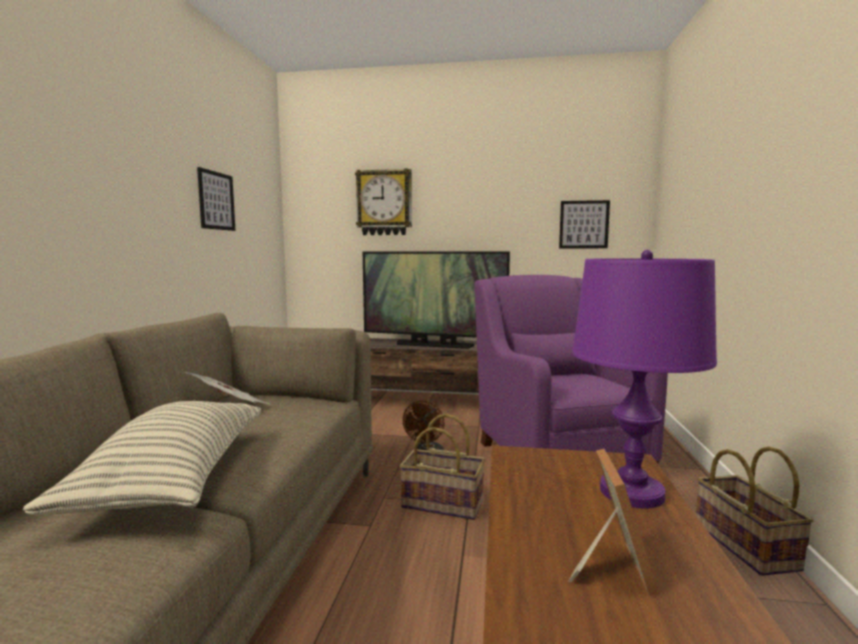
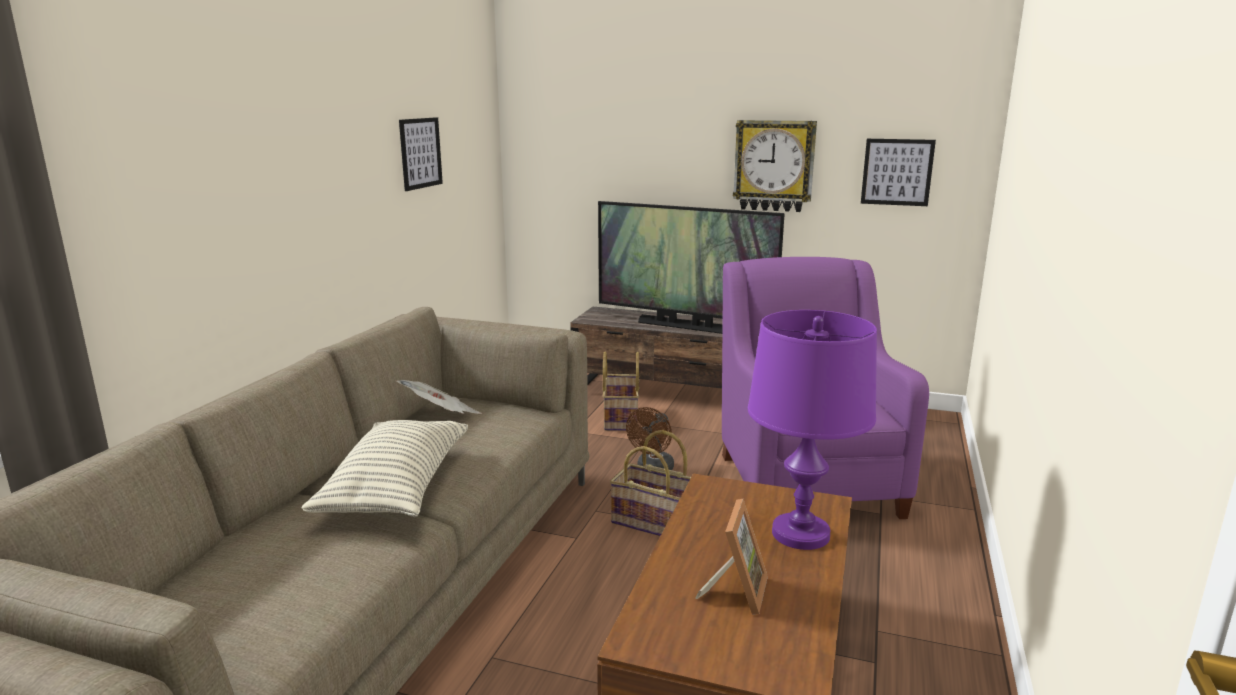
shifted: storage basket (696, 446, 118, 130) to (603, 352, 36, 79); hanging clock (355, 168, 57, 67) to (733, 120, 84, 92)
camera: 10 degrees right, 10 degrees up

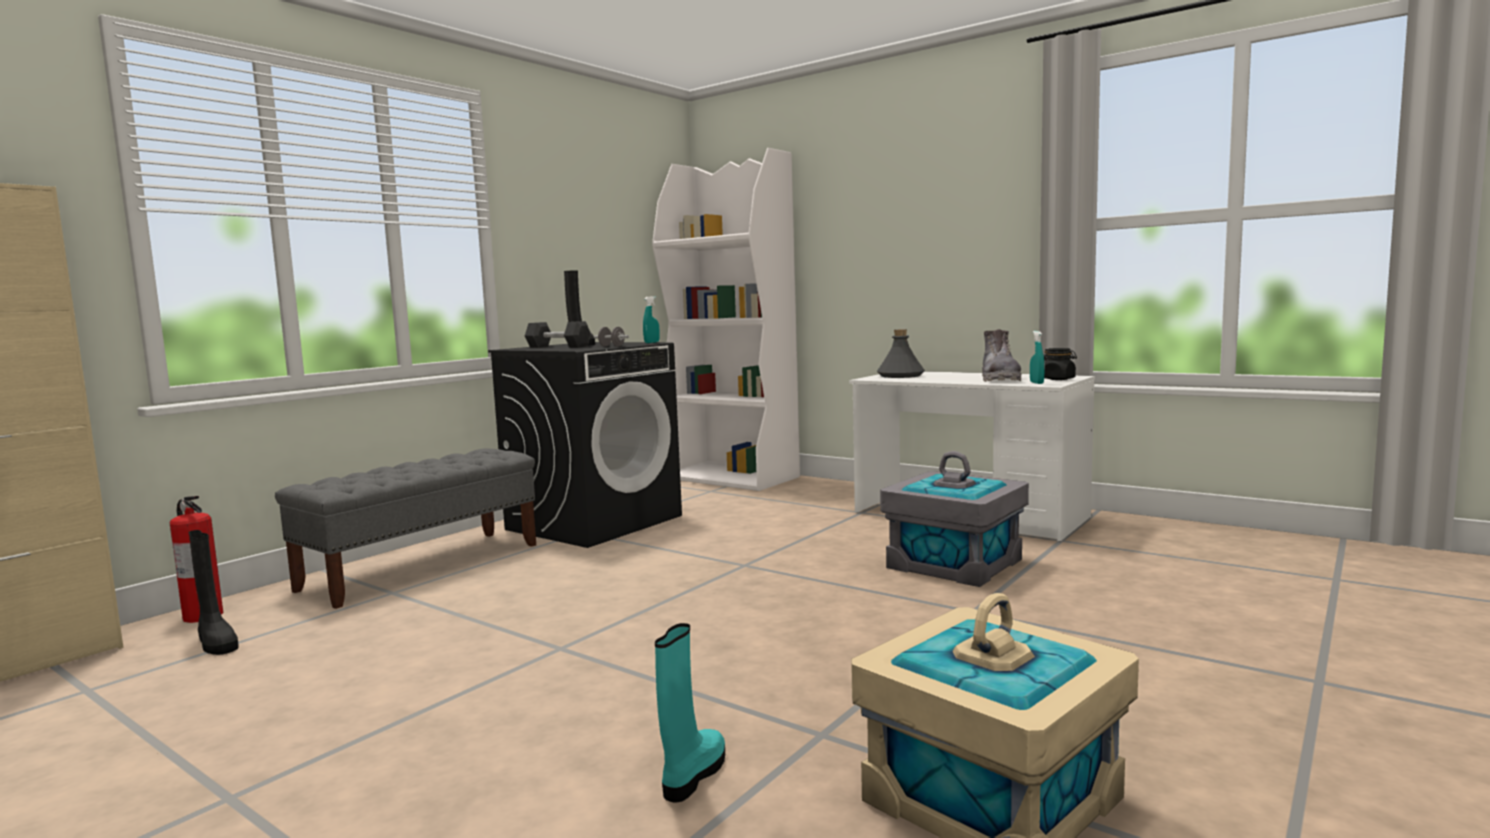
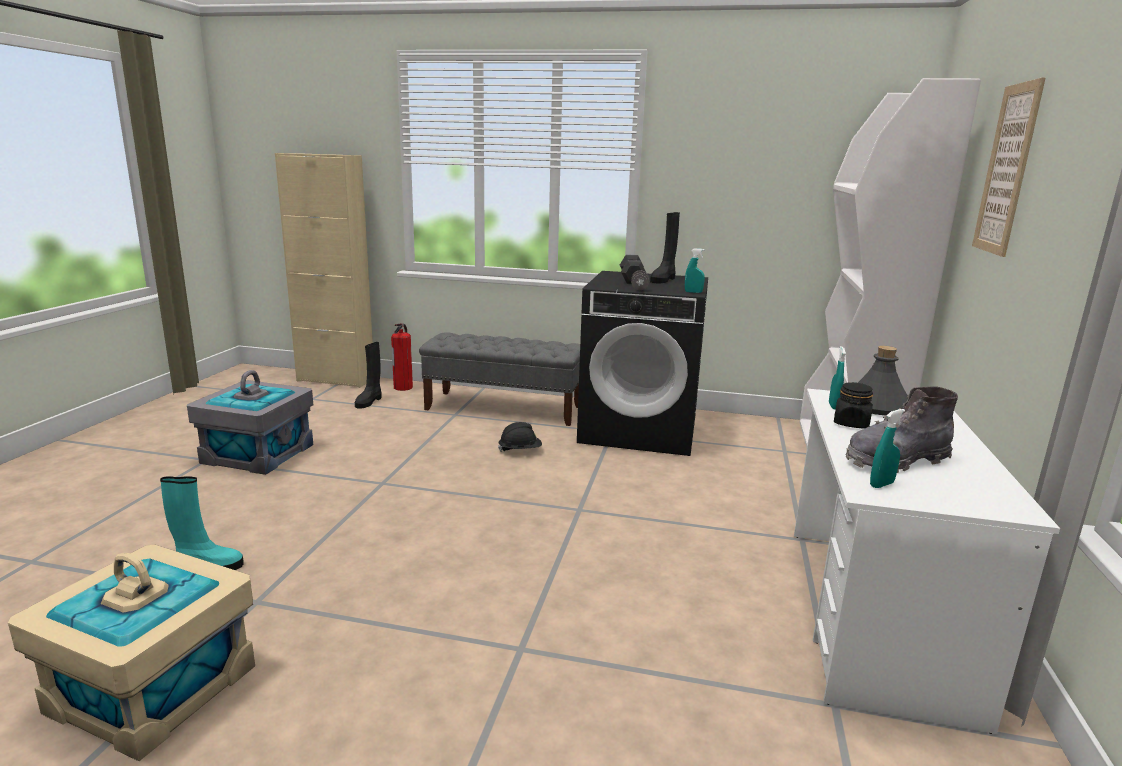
new: black safety helmet (498, 422, 44, 30); turquoise-coloured spray bottle (829, 346, 17, 63); wall art (972, 77, 73, 180)
shifted: grey storage container (880, 451, 149, 136) to (187, 370, 126, 105); black jar (1044, 348, 33, 32) to (834, 382, 39, 47)
camera: 65 degrees right, 10 degrees up

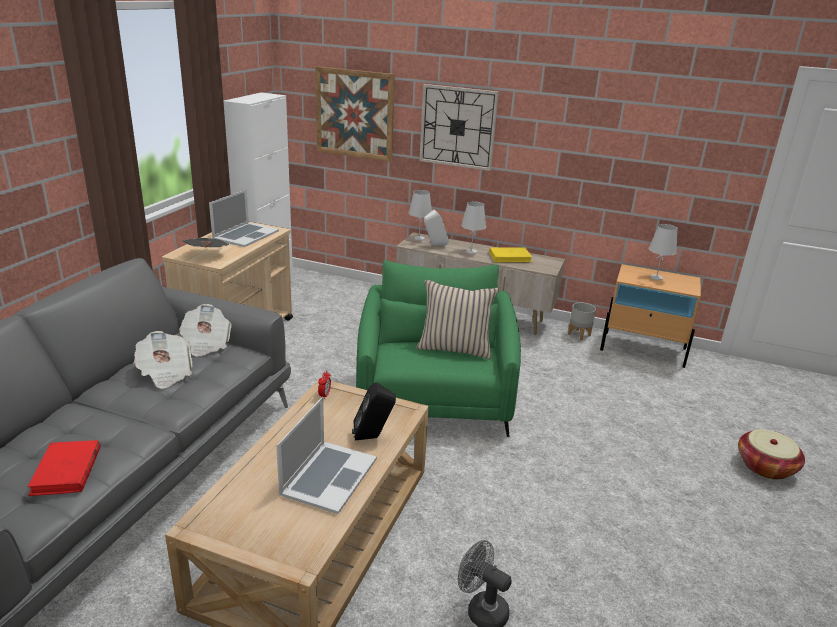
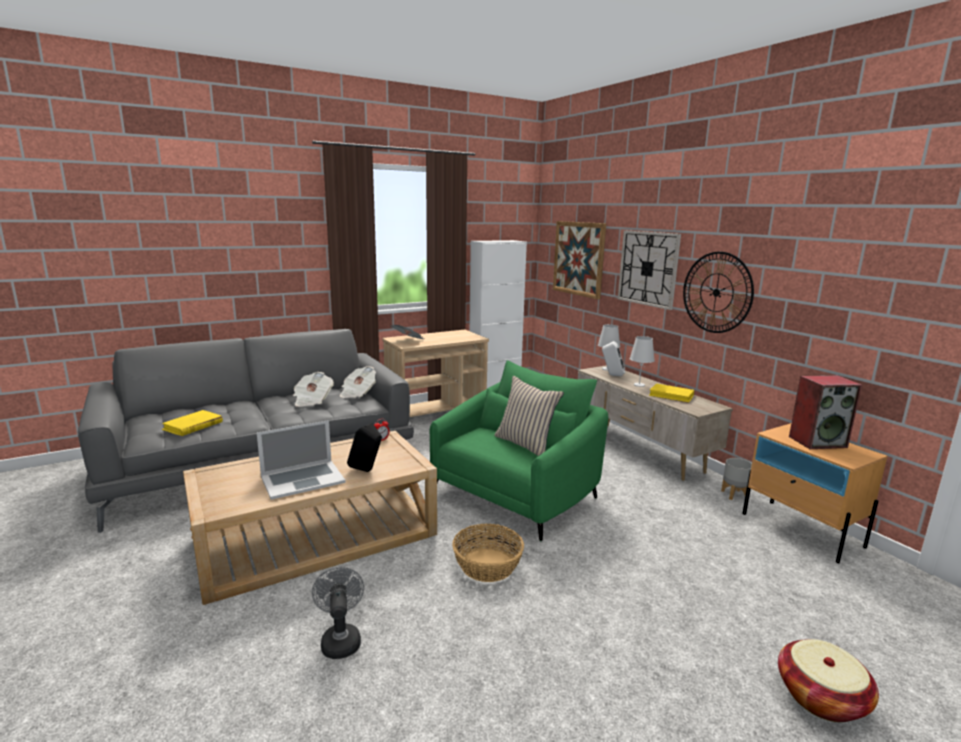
gone: portable computer (209, 189, 70, 58)
new: storage basket (452, 524, 72, 58); hanging clock (683, 252, 71, 81)
swapped: white lamp for a table (649, 224, 29, 56) to speaker (789, 375, 73, 74)
repainted: reddish volume (28, 440, 73, 56) to yellow volume (162, 410, 61, 26)
camera: 40 degrees right, 10 degrees down

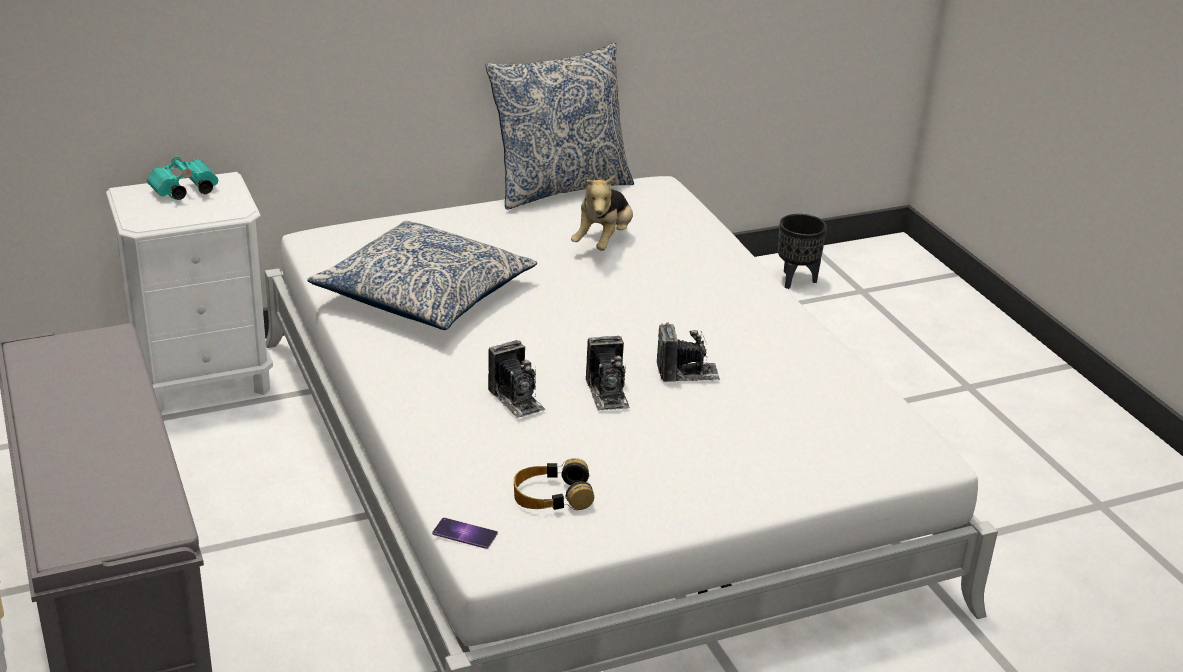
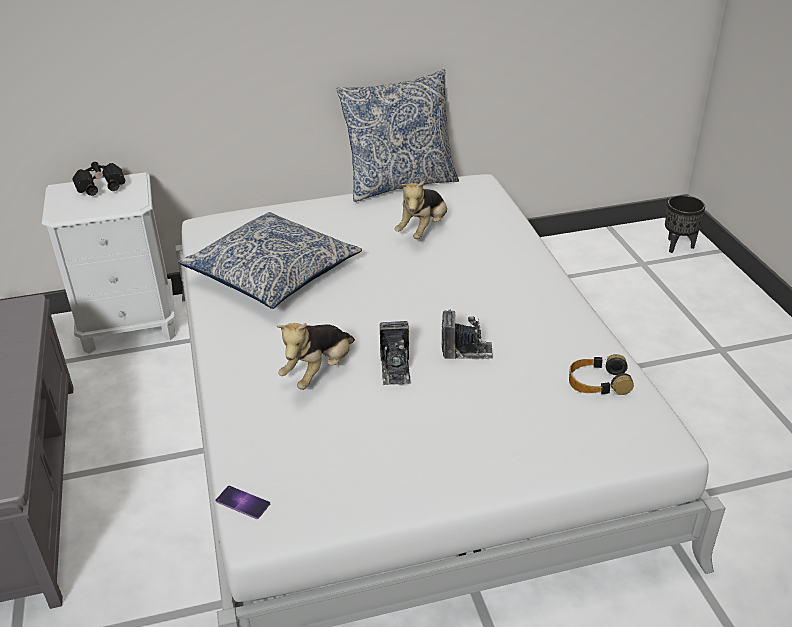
shifted: headphones (514, 458, 80, 52) to (569, 354, 65, 41); black flower pot (778, 214, 49, 75) to (665, 195, 40, 58)
swapped: photo camera (488, 340, 58, 79) to soft toy (277, 323, 78, 67)
repainted: turquoise-coloured pair of binoculars (147, 157, 71, 43) to black pair of binoculars (72, 162, 54, 34)
camera: 10 degrees right, 5 degrees up

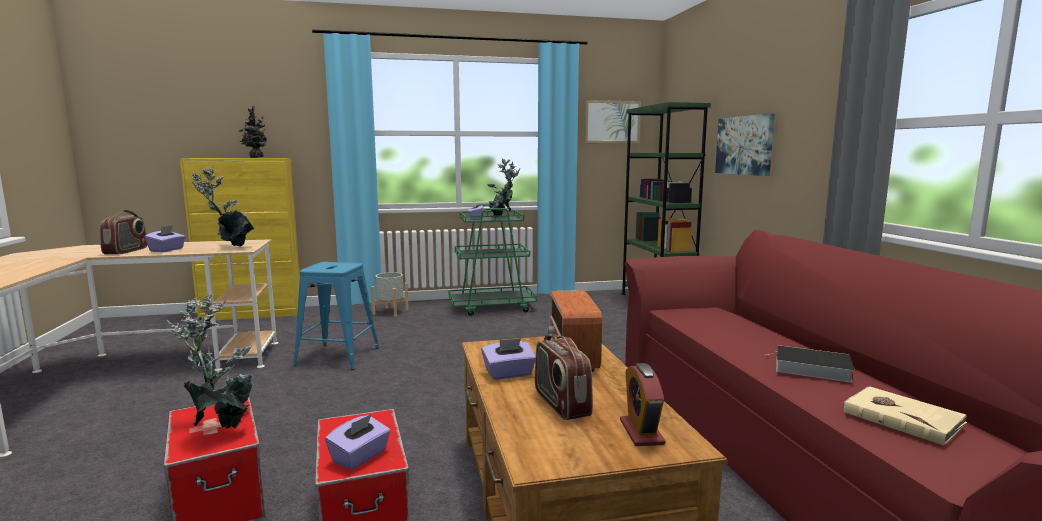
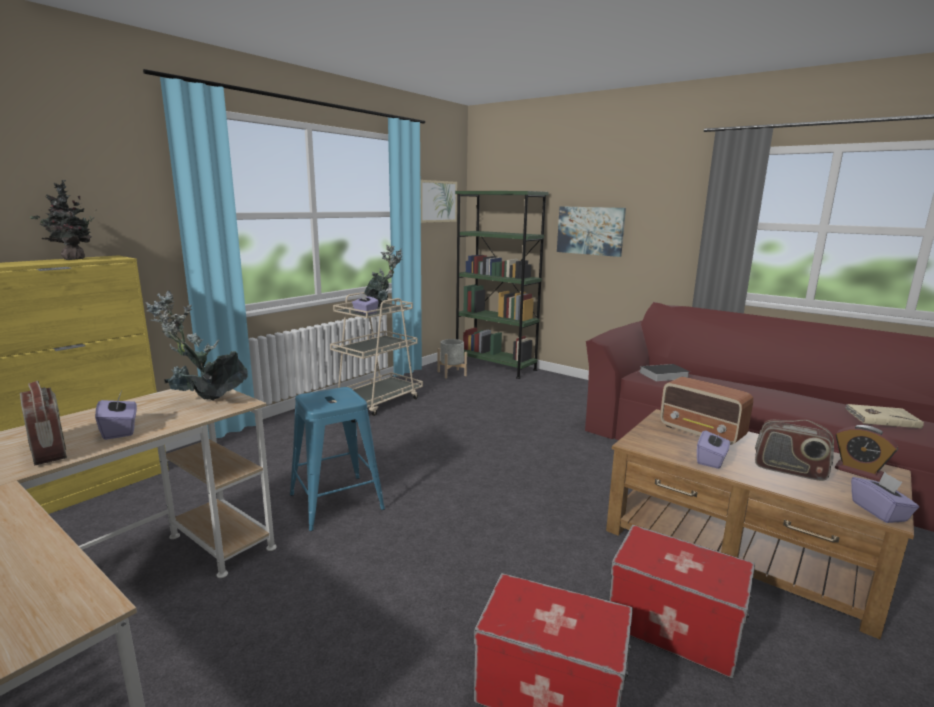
gone: houseplant (166, 294, 86, 134)
shifted: grey flower pot (371, 272, 38, 45) to (438, 339, 29, 40); volume (766, 345, 88, 38) to (640, 364, 50, 17); purple-coloured tissue holder (325, 414, 66, 56) to (851, 472, 68, 51)
repainted: green-coloured wheeled cart (449, 204, 88, 112) to beige wheeled cart (330, 292, 93, 124)
camera: 40 degrees left, 5 degrees up

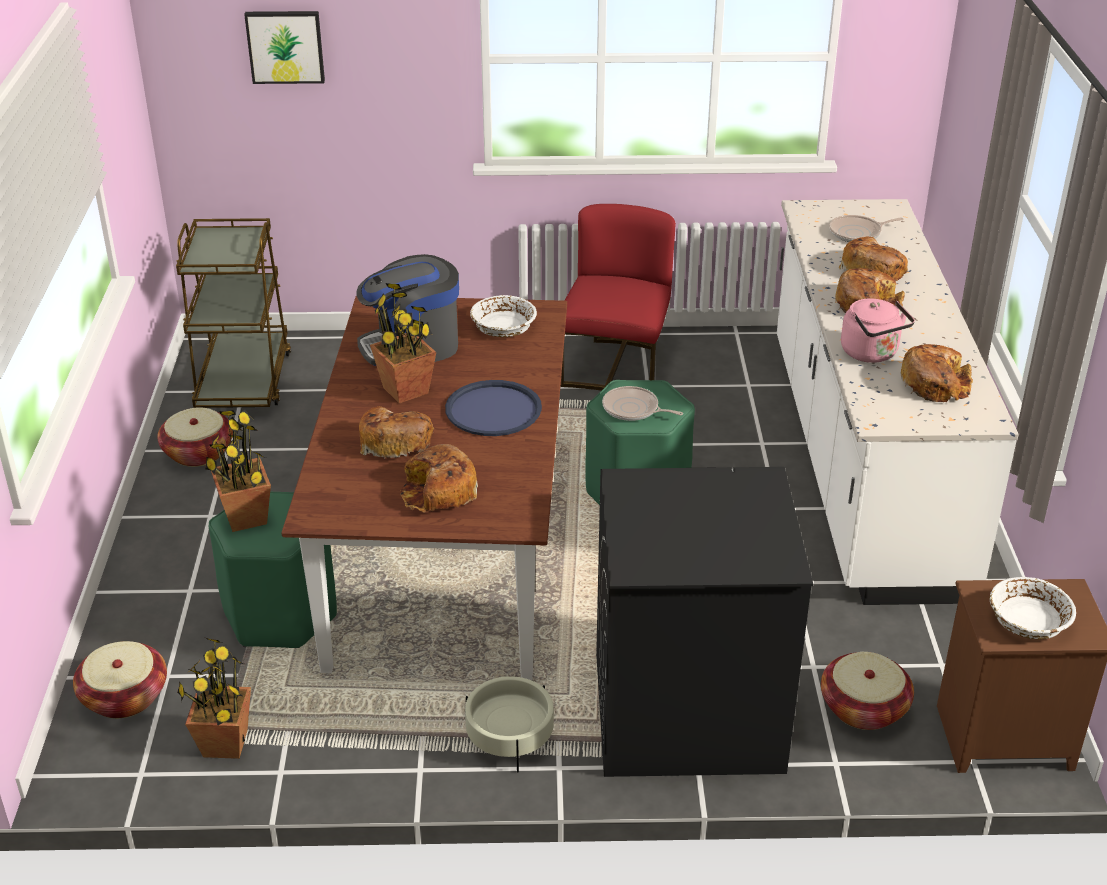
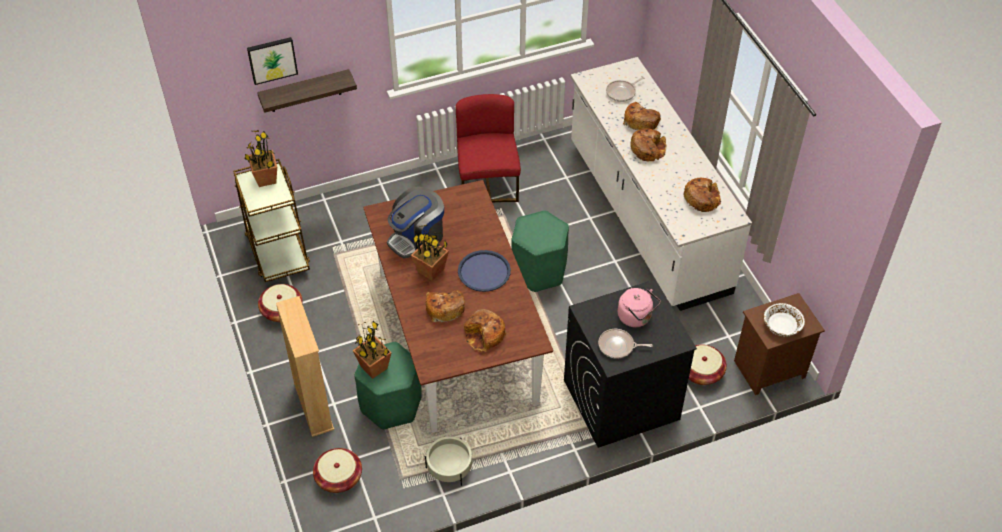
gone: white deep dish (470, 295, 67, 42)
new: wall shelf (257, 69, 100, 44); beige bookcase (276, 296, 58, 141)
shifted: houseplant (177, 638, 74, 121) to (245, 130, 32, 57); beige flower pot (465, 676, 89, 97) to (425, 436, 47, 50); skillet (602, 386, 81, 35) to (598, 329, 55, 29); pink-coloured kettle (841, 299, 74, 64) to (618, 288, 43, 39)
camera: 20 degrees left, 15 degrees up

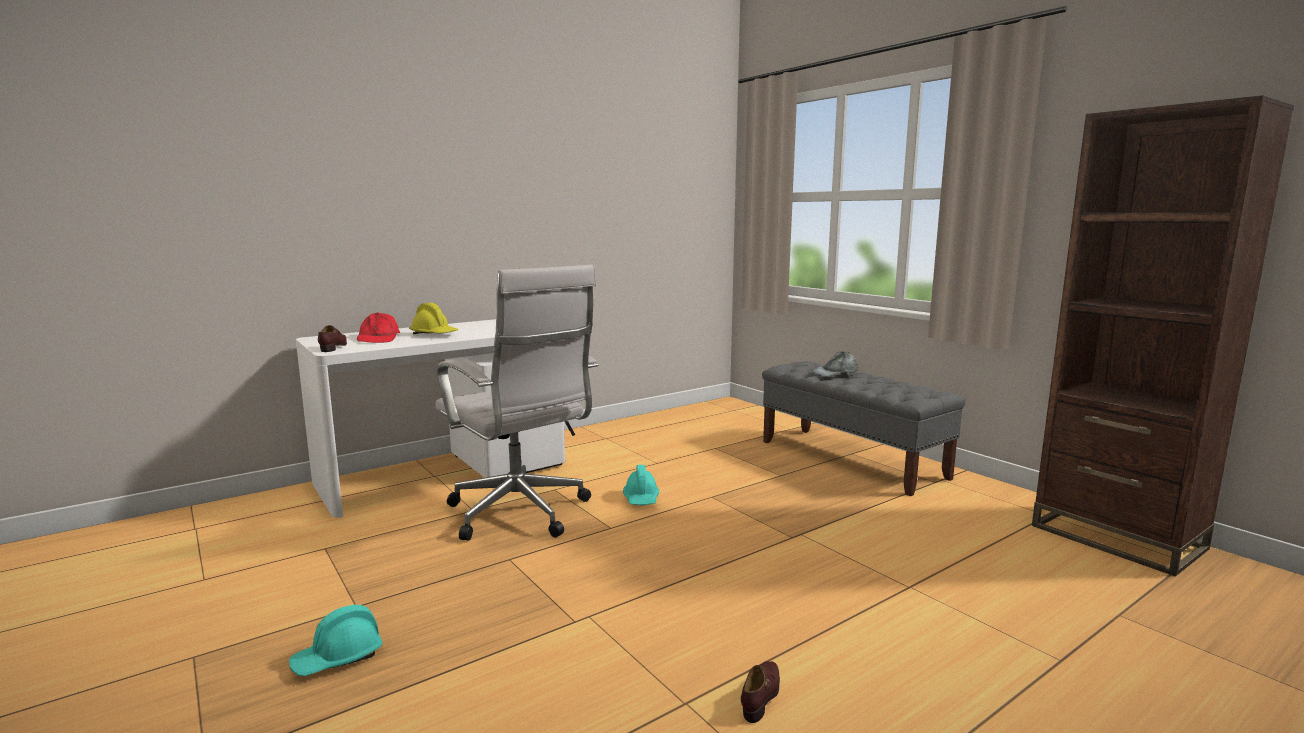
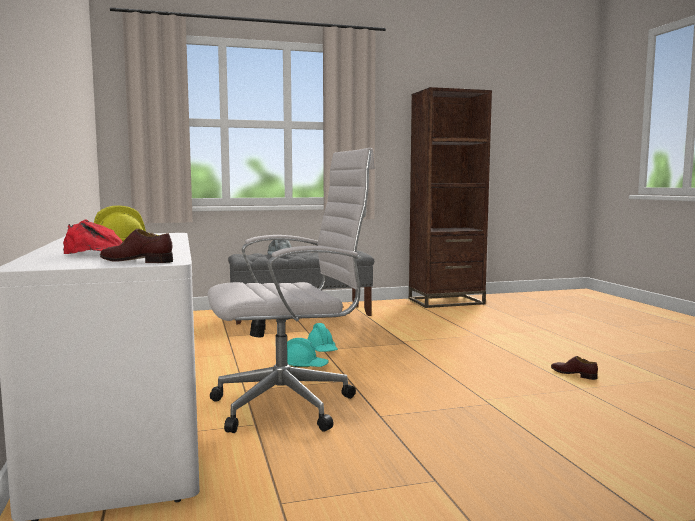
shifted: turquoise-coloured safety helmet (289, 605, 93, 71) to (307, 323, 31, 29)
camera: 70 degrees left, 5 degrees down

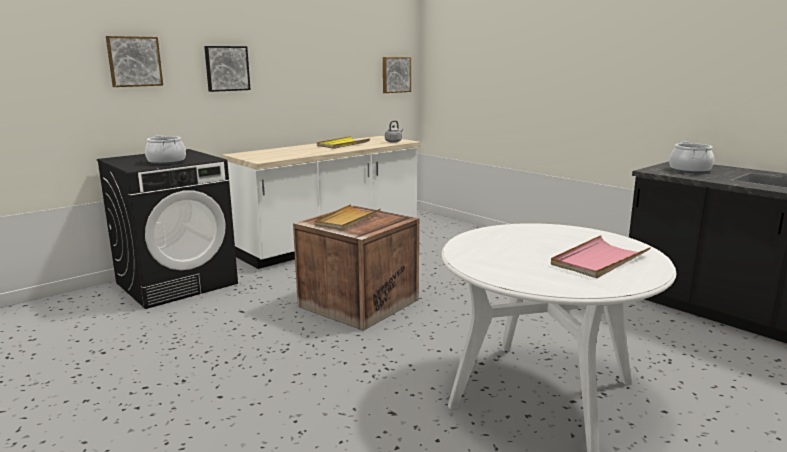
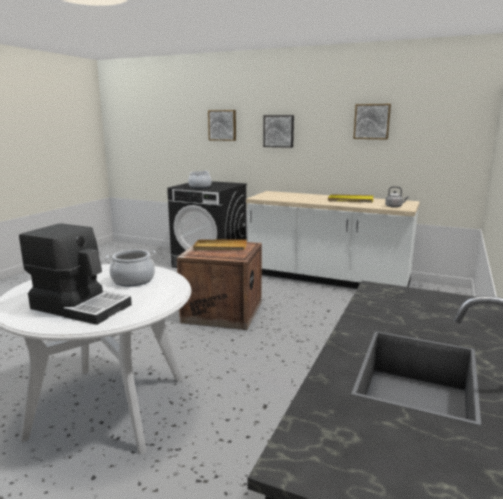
shifted: cooking pot (669, 142, 45, 31) to (106, 250, 50, 37); wall art (383, 57, 28, 36) to (353, 104, 38, 35)
swapped: pink-coloured serving tray (551, 235, 100, 43) to coffee brewer (19, 223, 113, 102)
camera: 65 degrees right, 0 degrees up

